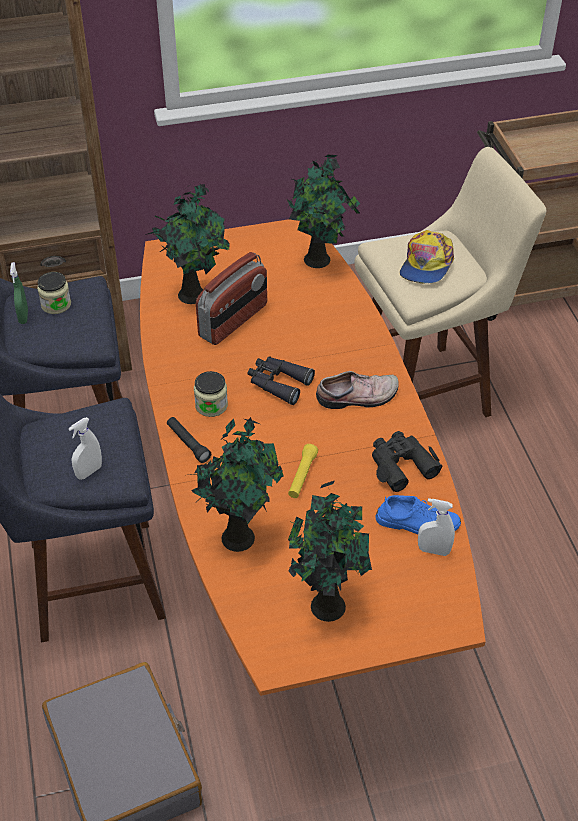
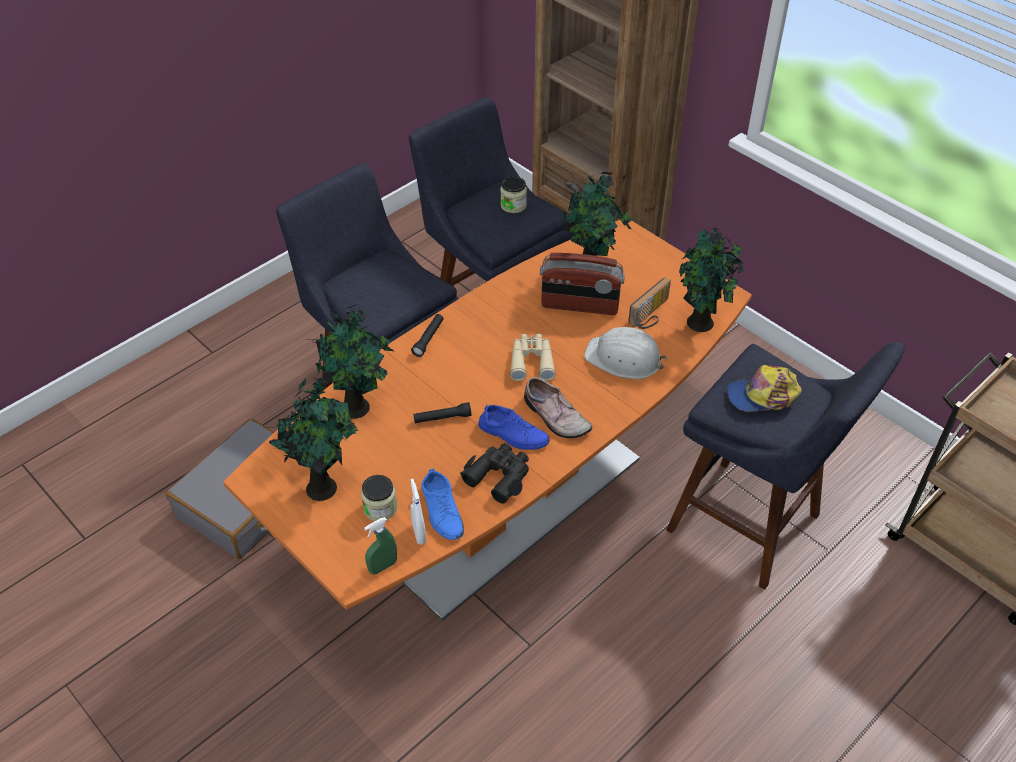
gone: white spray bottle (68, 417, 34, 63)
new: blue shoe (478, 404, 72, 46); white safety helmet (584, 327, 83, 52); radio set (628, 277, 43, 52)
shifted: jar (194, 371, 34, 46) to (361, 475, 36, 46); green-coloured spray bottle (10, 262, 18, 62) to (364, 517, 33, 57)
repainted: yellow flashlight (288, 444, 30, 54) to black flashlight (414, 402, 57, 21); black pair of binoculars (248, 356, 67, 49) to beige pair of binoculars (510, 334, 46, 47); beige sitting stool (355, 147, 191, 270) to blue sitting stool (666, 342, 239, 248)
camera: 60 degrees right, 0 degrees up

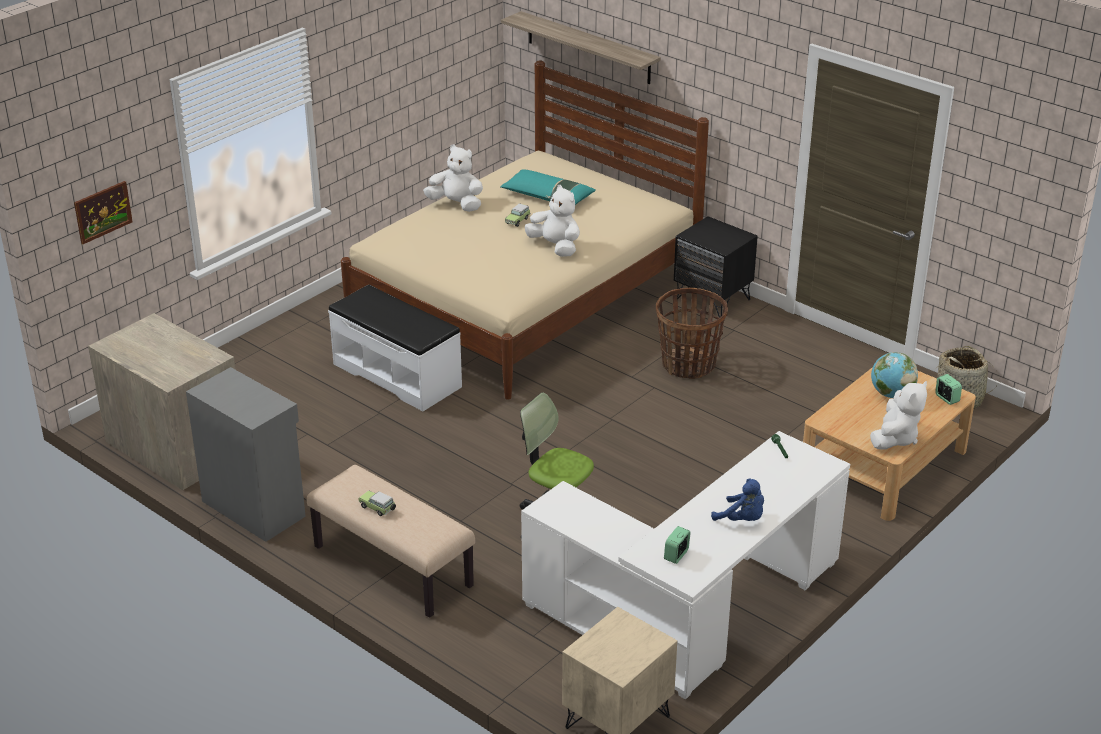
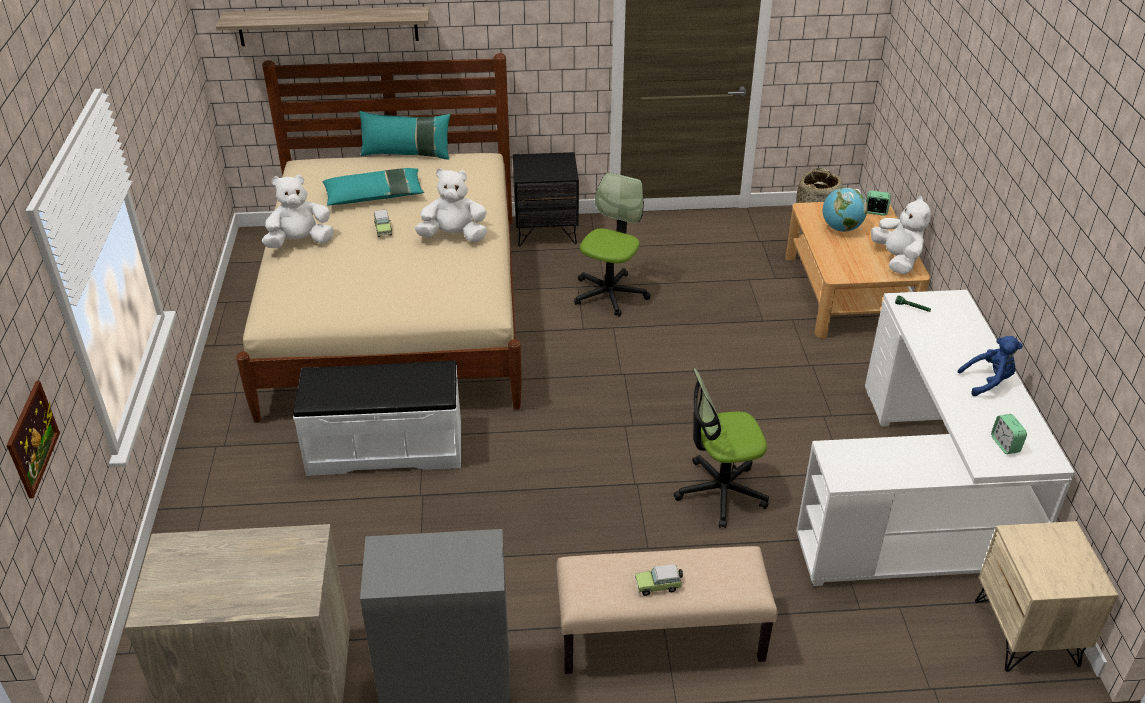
new: turquoise-coloured cushion (359, 111, 92, 49)
swapped: storage basket (656, 288, 72, 91) to desk chair (574, 172, 77, 145)
camera: 45 degrees left, 5 degrees up

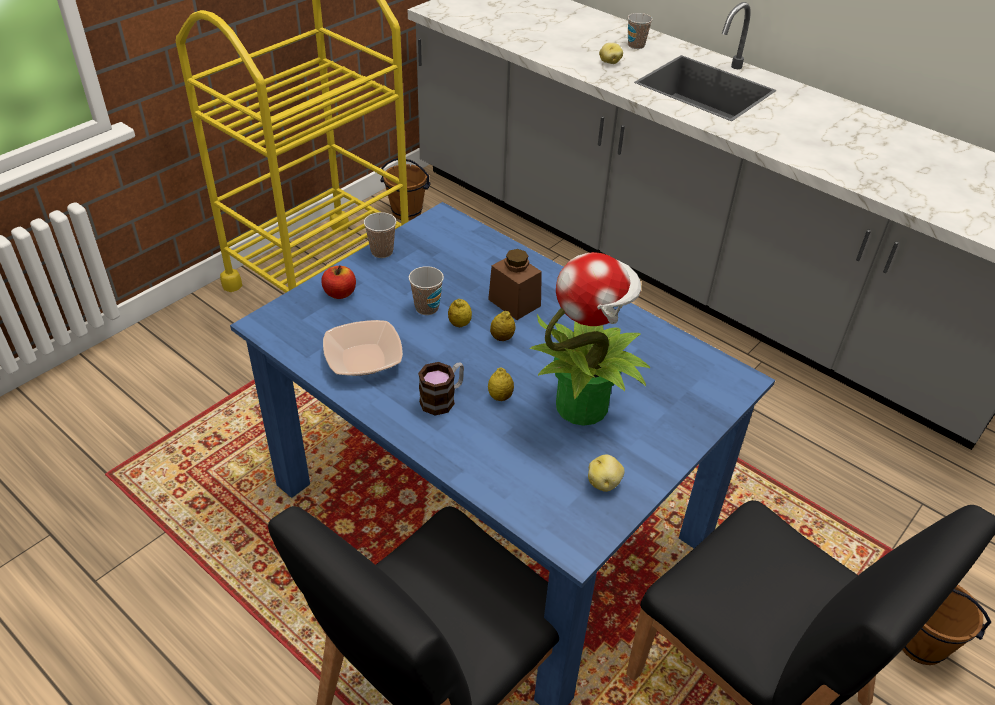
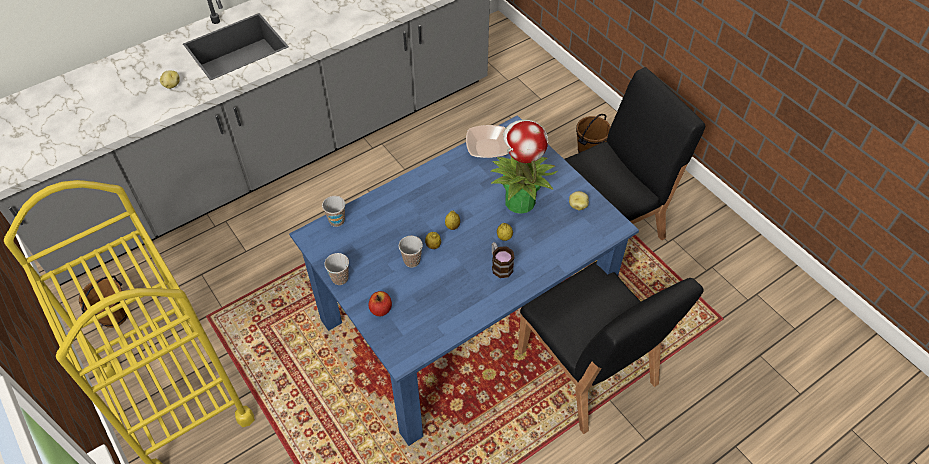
gone: brownish jar (488, 249, 54, 71)
shifted: small cup (628, 13, 25, 36) to (322, 196, 23, 31); deep dish (323, 320, 80, 56) to (466, 125, 44, 33)
camera: 75 degrees left, 10 degrees up

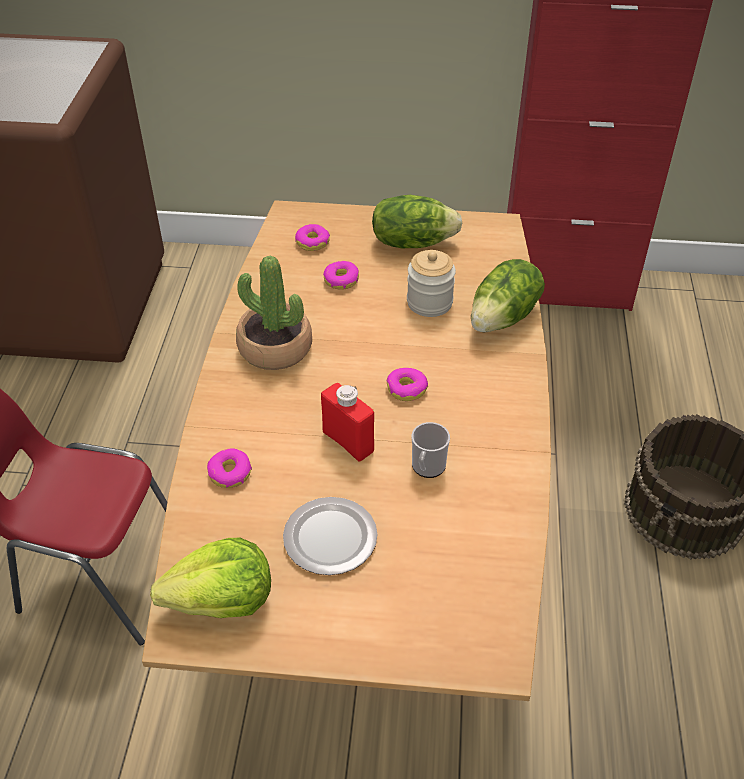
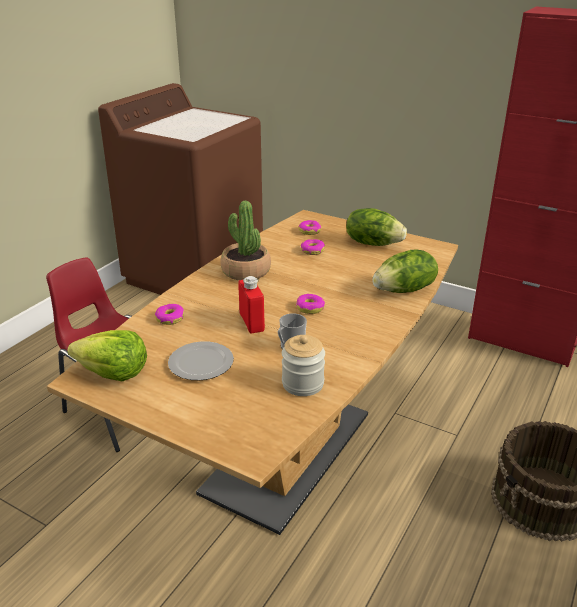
shifted: jar (407, 250, 49, 67) to (282, 335, 43, 61)
camera: 25 degrees right, 15 degrees down

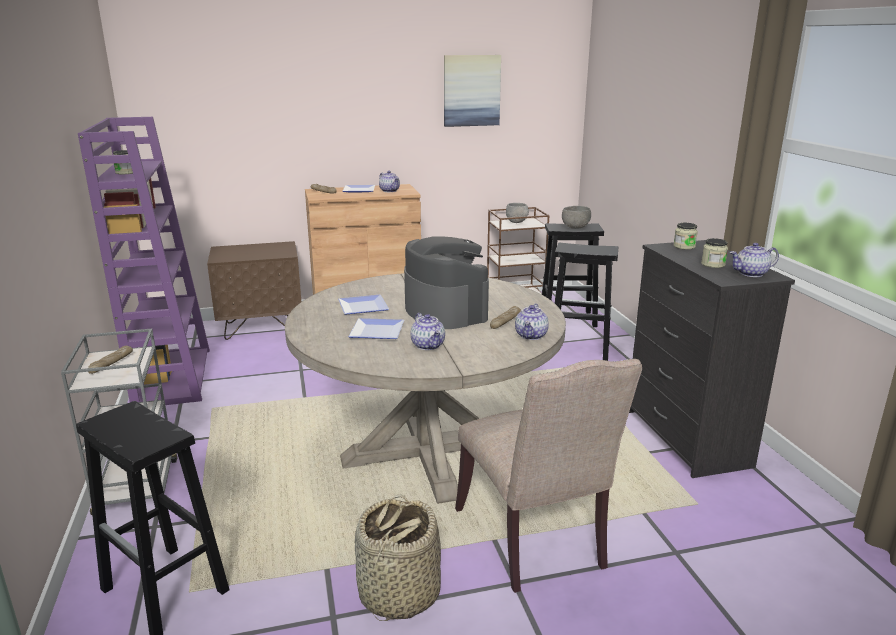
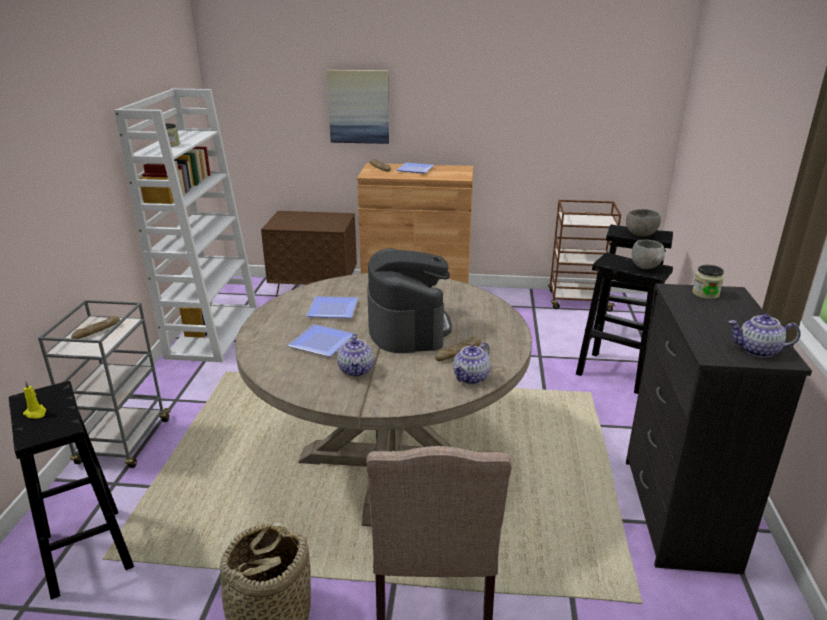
gone: teapot (379, 171, 21, 21); jar (701, 238, 27, 30)
new: yellow wax candle (23, 381, 23, 37)
shifted: wall art (444, 55, 57, 72) to (327, 70, 62, 74); grey deep dish (506, 203, 23, 20) to (632, 240, 33, 29)
repainted: purple-coloured bookcase (78, 117, 132, 288) to white bookcase (114, 89, 144, 273)
camera: 20 degrees right, 5 degrees up

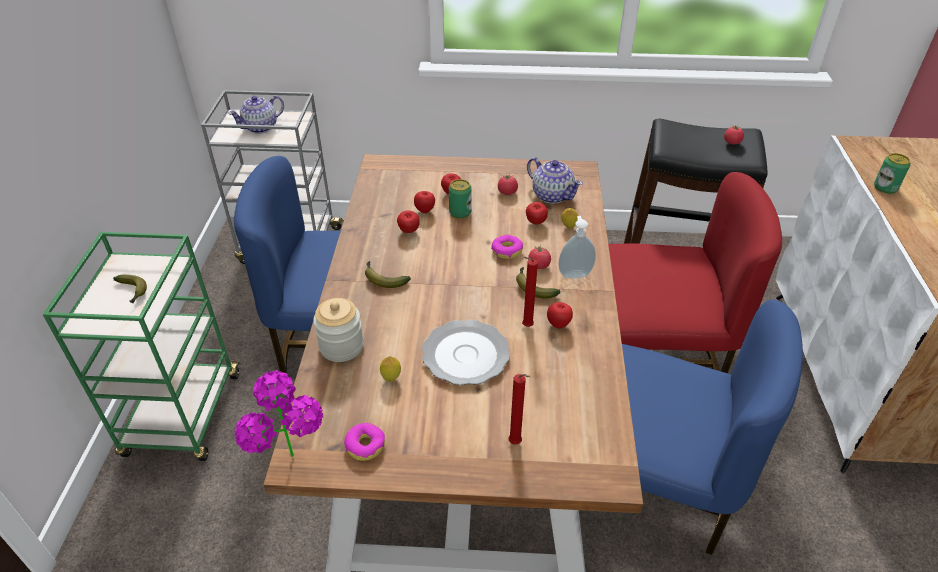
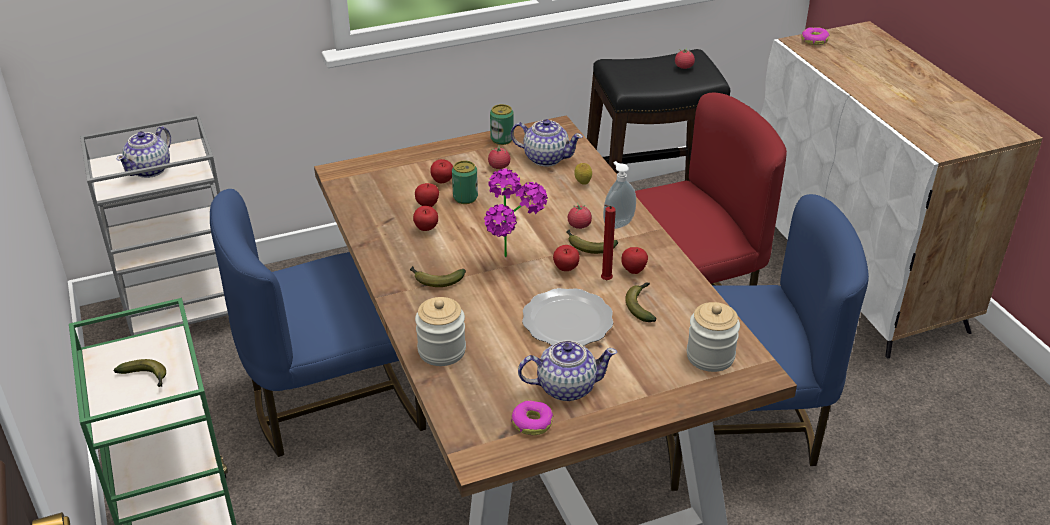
gone: lemon (380, 356, 21, 26); reddish wax candle (509, 374, 21, 70)
new: teapot (518, 340, 99, 61); whole banana (625, 282, 31, 40); jar (687, 302, 53, 70)
shifted: houseplant (234, 370, 89, 87) to (484, 168, 64, 89); can (874, 153, 37, 41) to (490, 104, 24, 41); apple fruit (526, 202, 22, 23) to (553, 245, 26, 26); donut (491, 235, 32, 24) to (801, 27, 28, 18)
camera: 25 degrees left, 5 degrees down

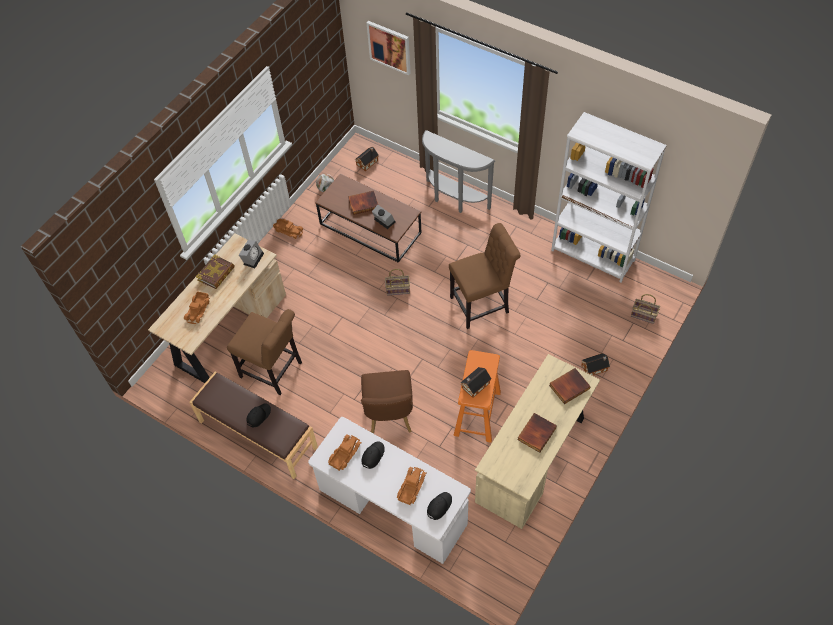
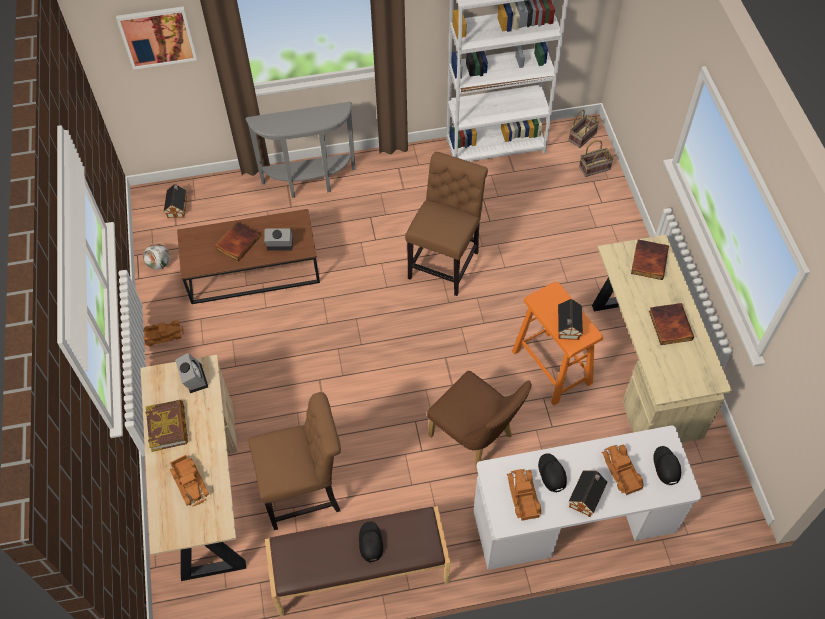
shifted: storage basket (385, 269, 25, 27) to (568, 110, 31, 38); miniature house (581, 353, 29, 23) to (569, 470, 38, 47)
camera: 45 degrees left, 0 degrees up

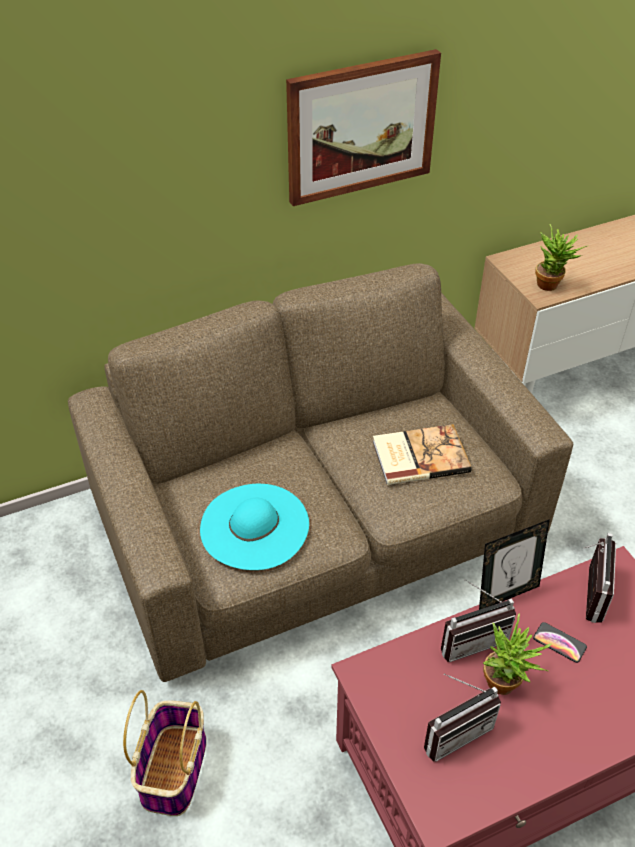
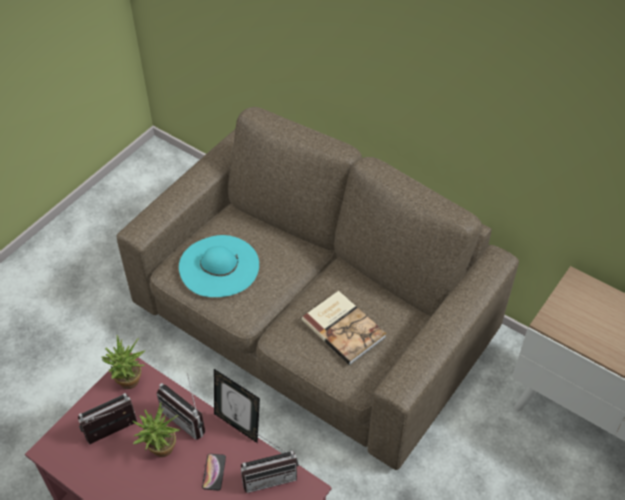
gone: storage basket (123, 690, 84, 126); wall art (286, 49, 155, 157)
shifted: houseplant (535, 224, 52, 67) to (101, 335, 44, 54)
rotated: radio set (424, 674, 77, 88) = (78, 393, 59, 51) 120 degrees clockwise
camera: 60 degrees right, 5 degrees up

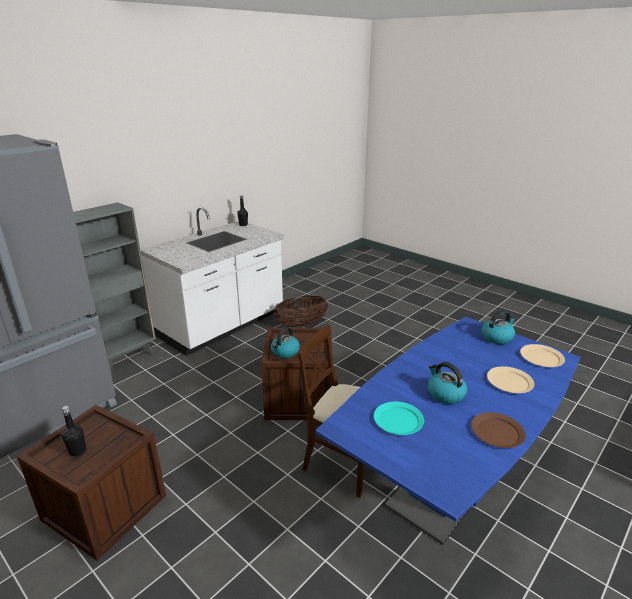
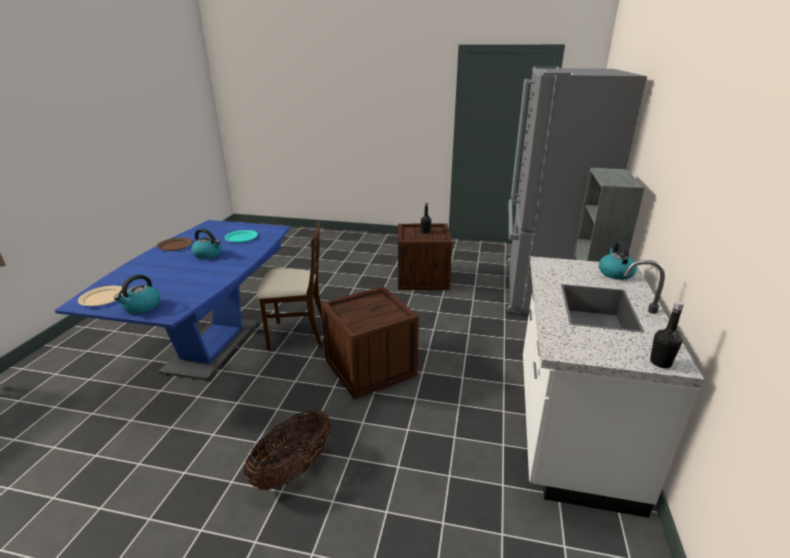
gone: beige dinner plate (487, 366, 47, 27)
shifted: storage basket (274, 296, 54, 31) to (244, 409, 87, 81); kettle (271, 327, 29, 31) to (599, 242, 38, 38)
camera: 150 degrees right, 0 degrees up

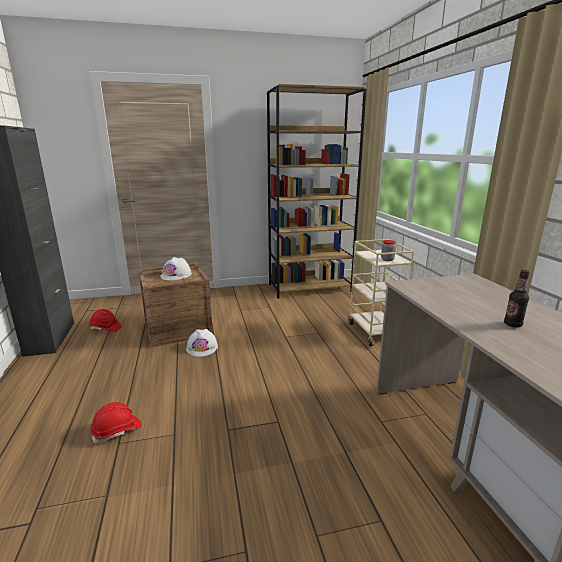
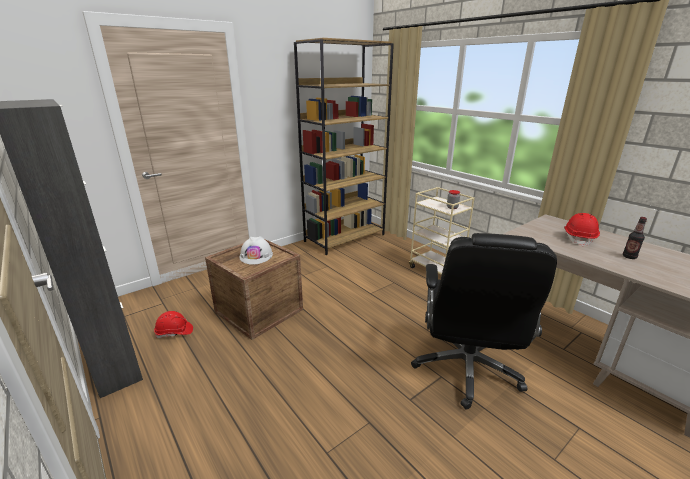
gone: white safety helmet (186, 329, 32, 28)
new: black desk chair (411, 233, 146, 177)
shifted: reddish safety helmet (91, 402, 51, 41) to (564, 213, 36, 33)
camera: 25 degrees left, 5 degrees up

